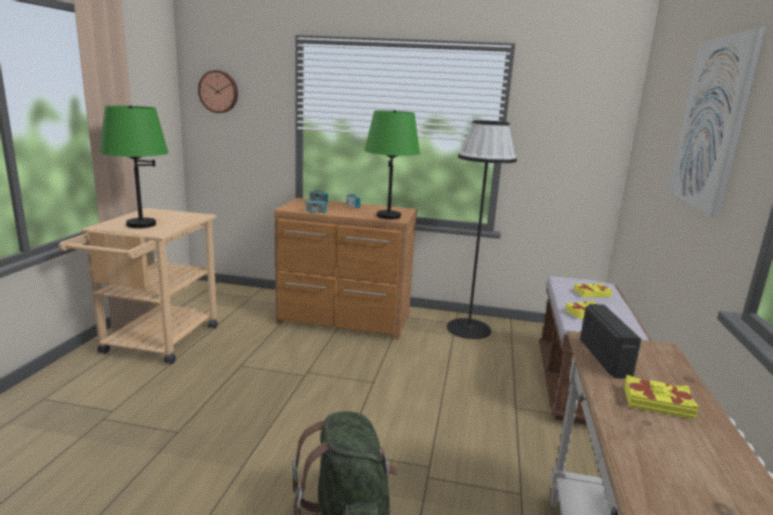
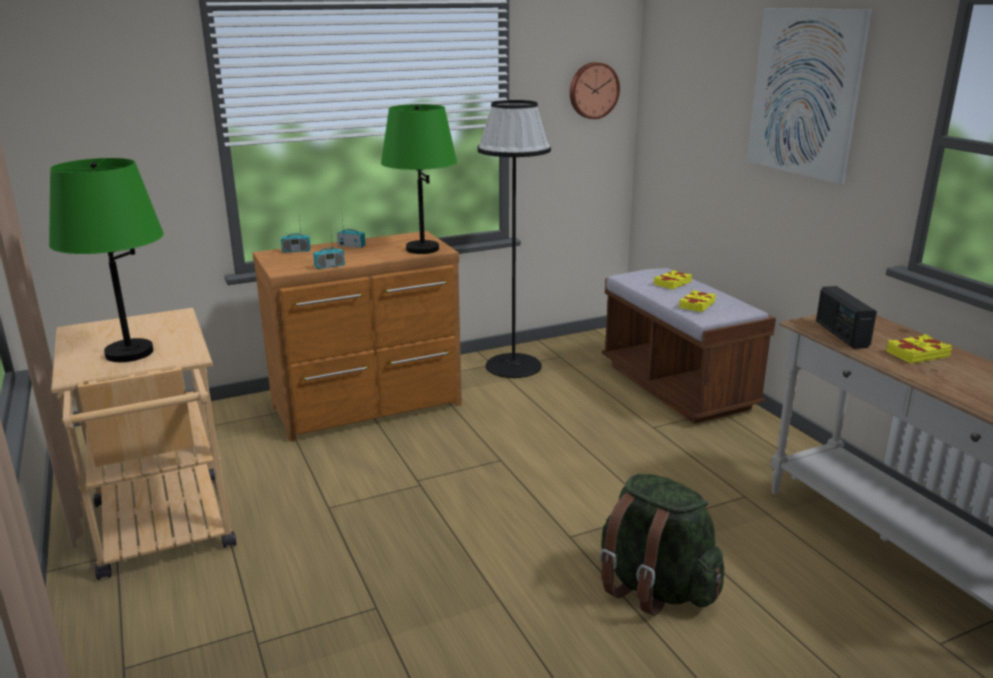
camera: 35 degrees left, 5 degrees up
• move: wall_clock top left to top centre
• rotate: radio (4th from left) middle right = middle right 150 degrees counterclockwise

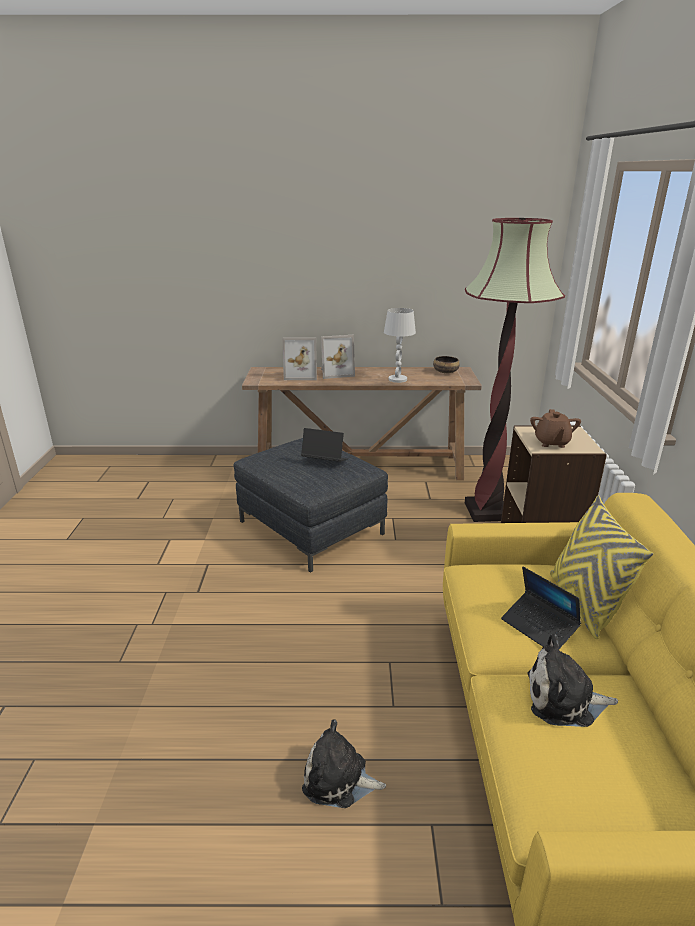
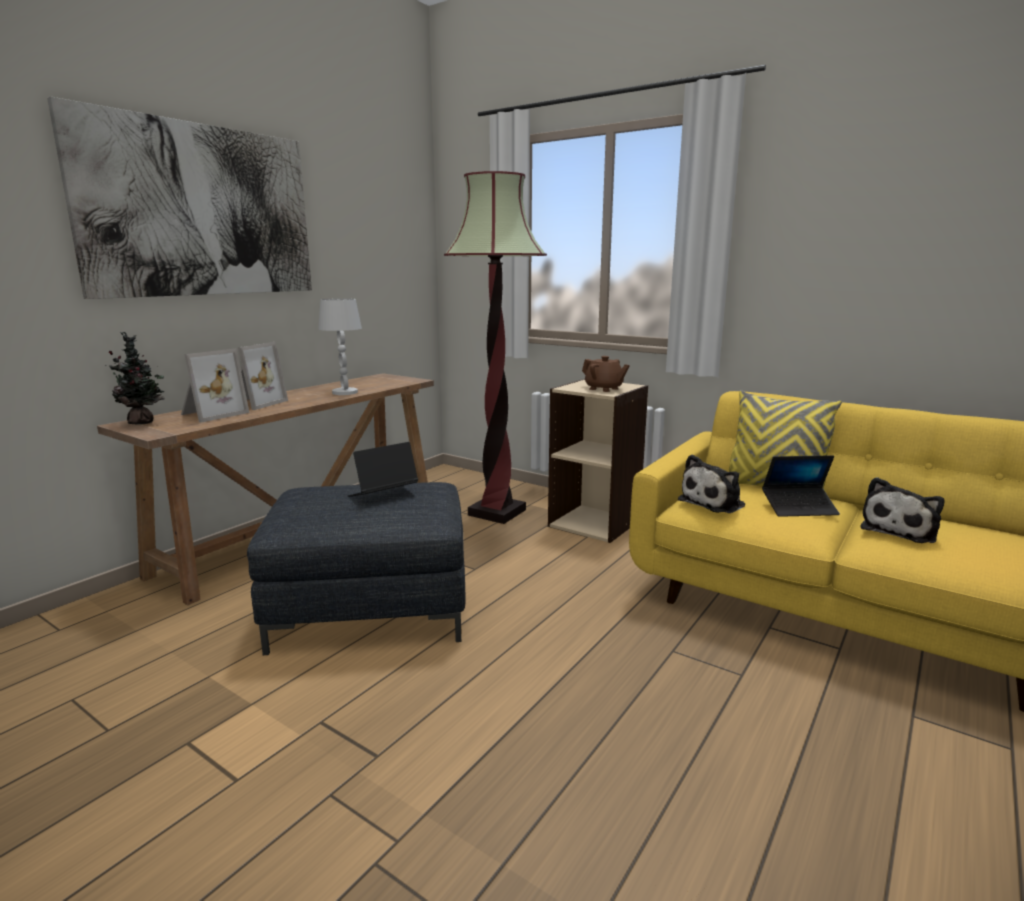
camera: 55 degrees left, 10 degrees down
• delete: bowl centre
• insert: picture top left
• insert: potted_plant middle left
• move: plush_toy (1st from left) bottom centre to middle right

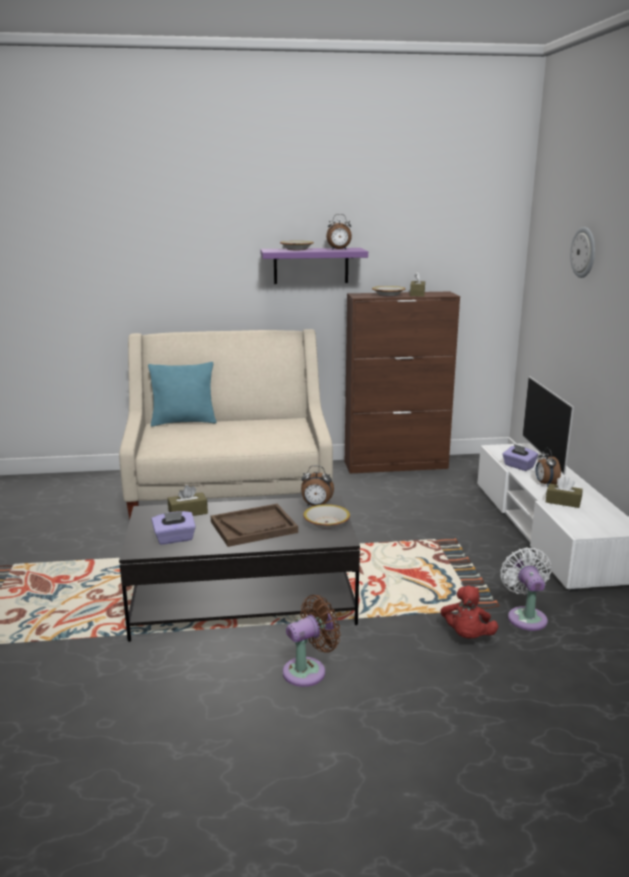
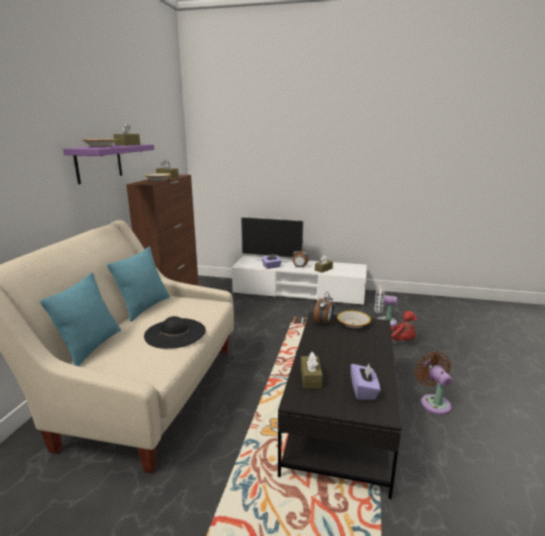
camera: 70 degrees left, 0 degrees up
• delete: brown_tray centre
• delete: wall_clock top right
• insert: turquoise_pillow (2nd from left) middle left
• insert: black_hat middle left
• replace: alarm_clock (2nd from left) top centre to brown_tissue_box (1st from left) top left

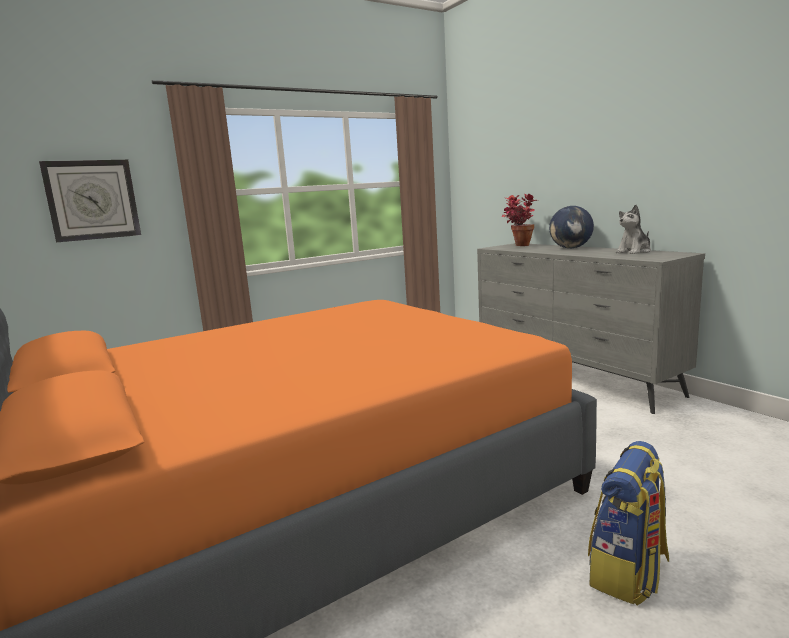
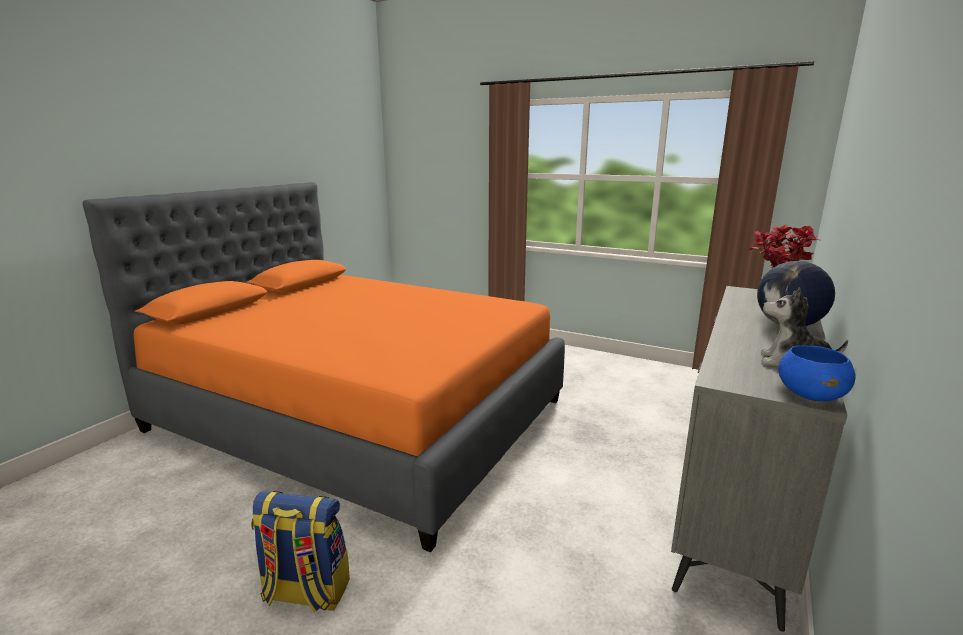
camera: 60 degrees right, 5 degrees up
• delete: wall_clock top left
• insert: blue_bowl middle right

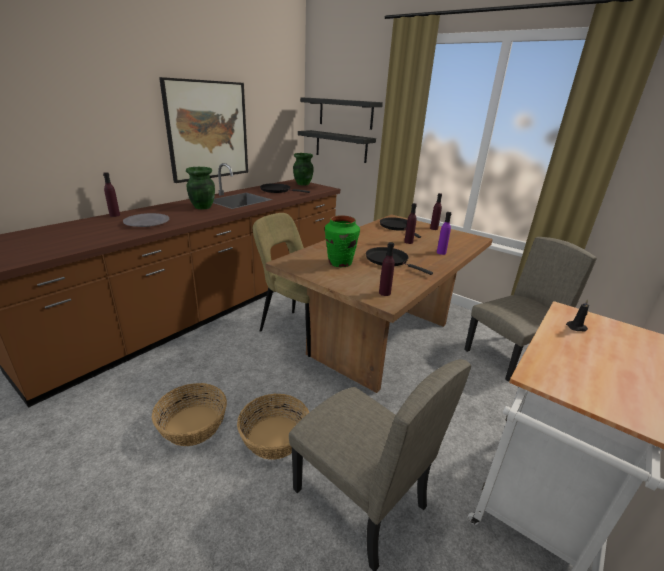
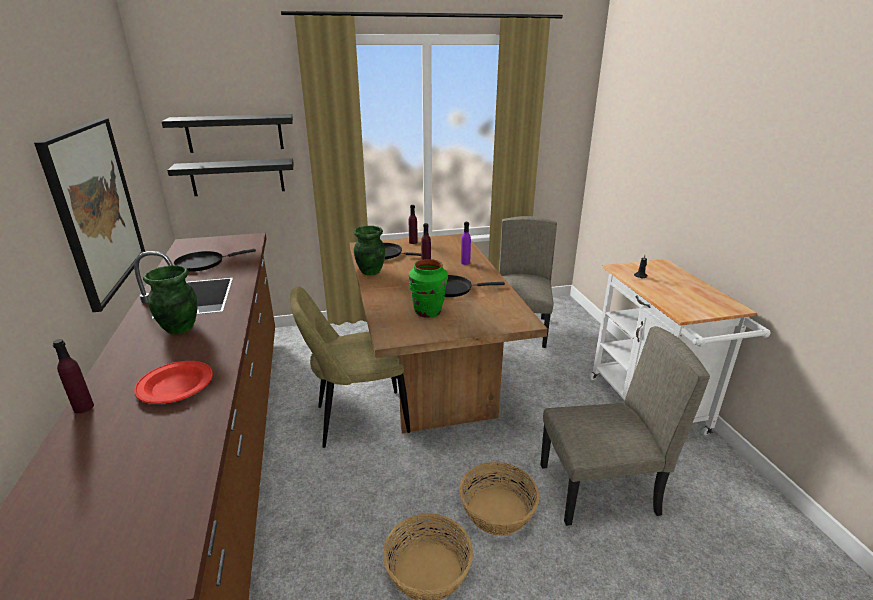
camera: 50 degrees left, 0 degrees up
• delete: purple_bottle (2nd from left) centre
• move: green_vase (2nd from left) top centre to centre
• recolor: grey_plate middle left to red_plate middle left

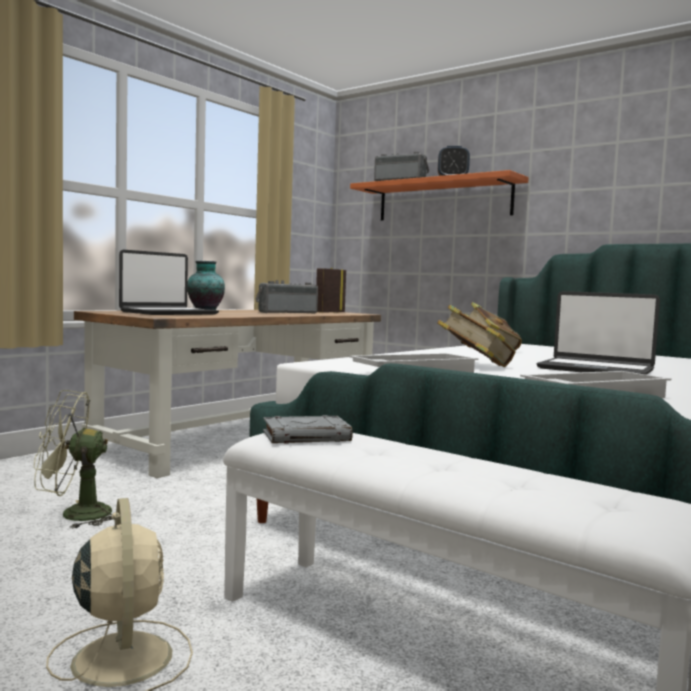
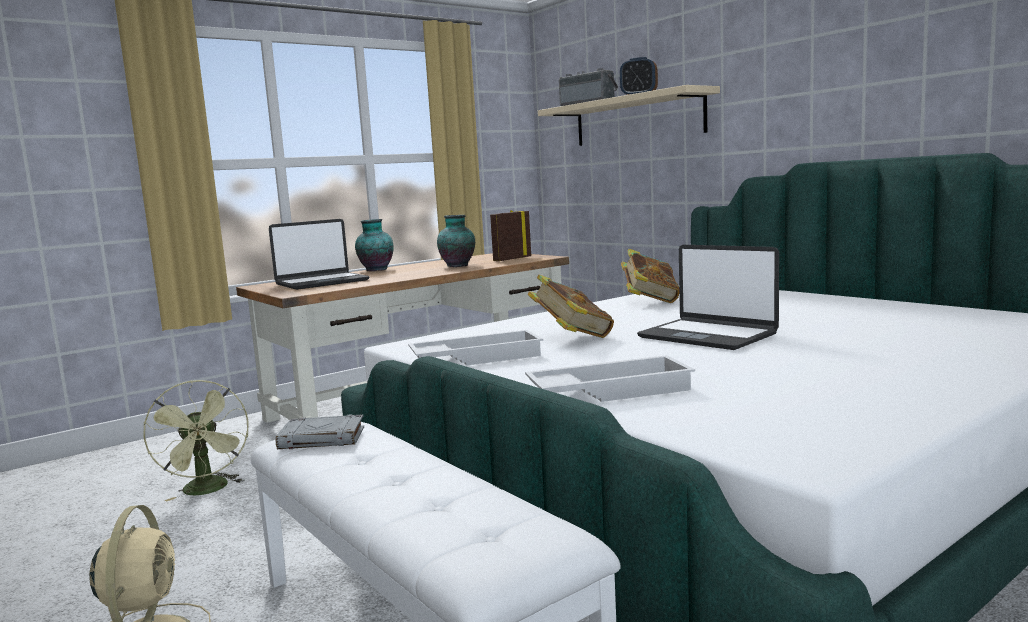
camera: 15 degrees right, 5 degrees up
• replace: radio (1st from left) centre to vase (2nd from left) centre
• recolor: orange_shelf top centre to beige_shelf top centre
• rotate: green_fan middle left = bottom left 120 degrees counterclockwise

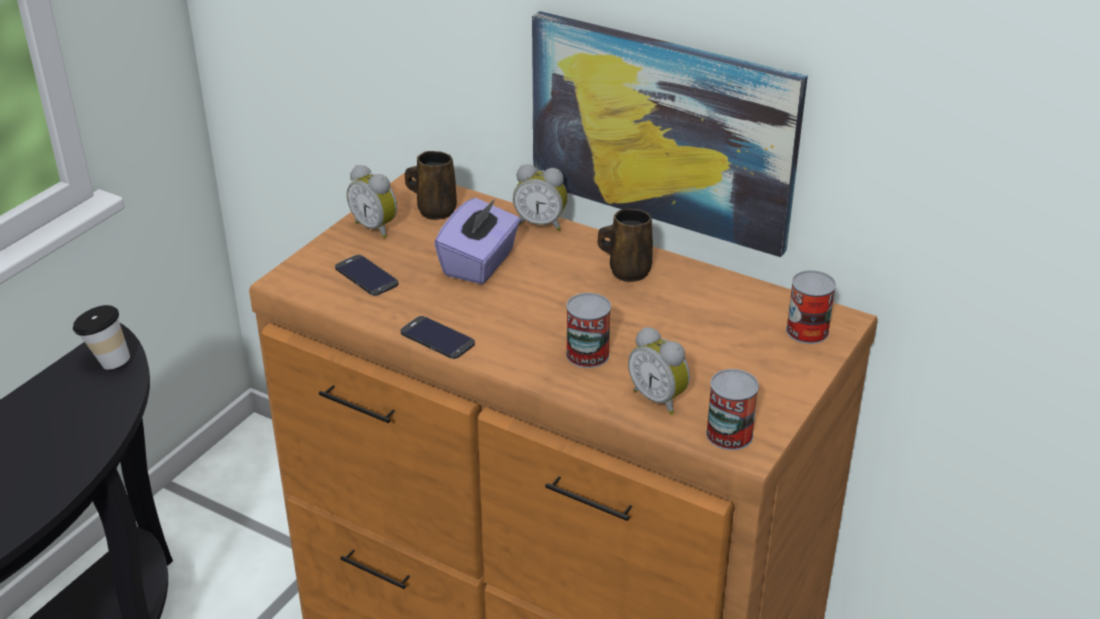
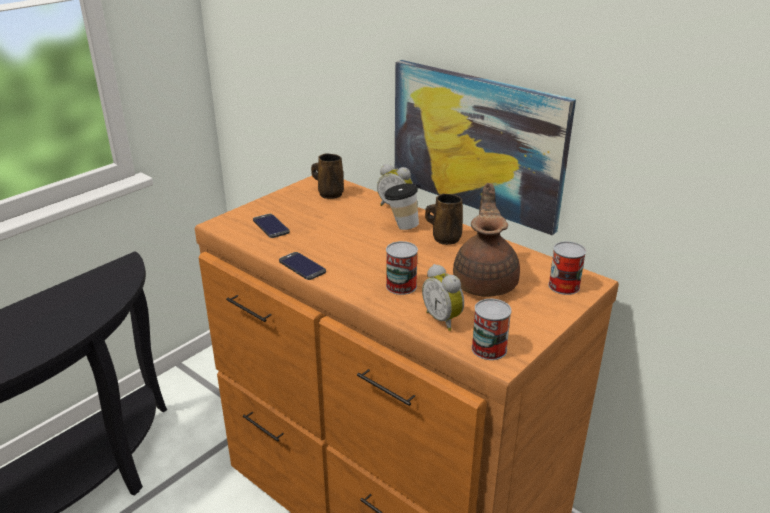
camera: 10 degrees right, 5 degrees down
• delete: alarm_clock (1st from left) top centre
• delete: purple_tissue_box centre
• insert: brown_teapot centre
• move: cup middle left to centre

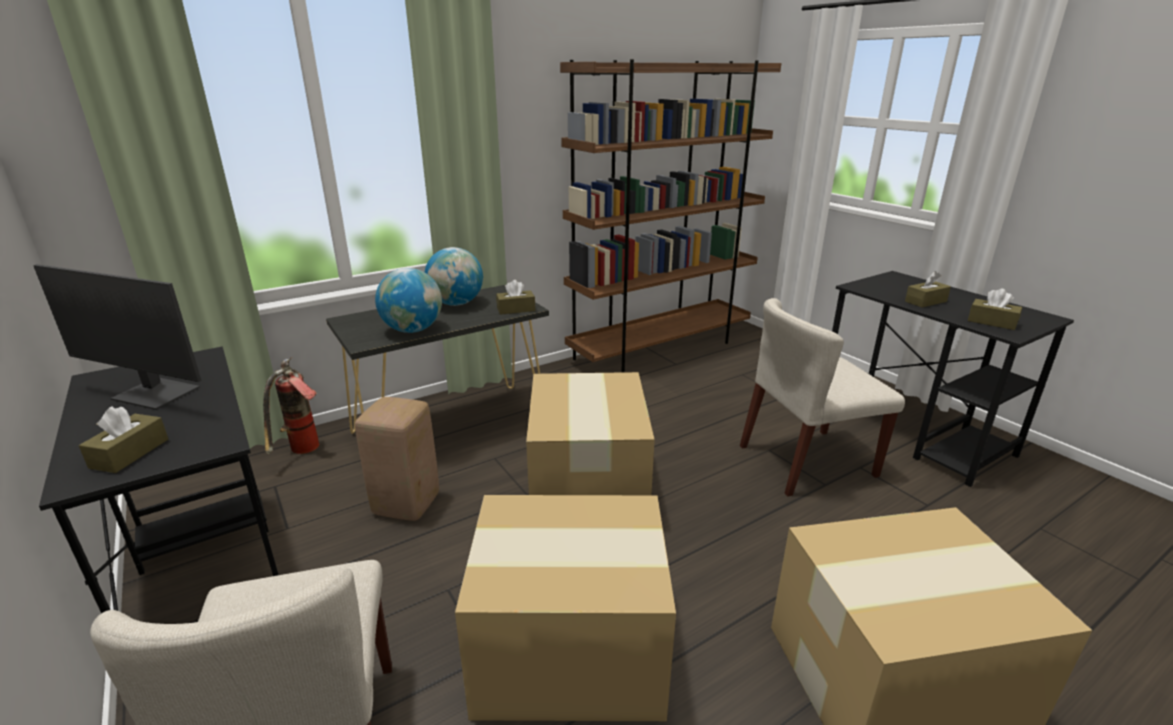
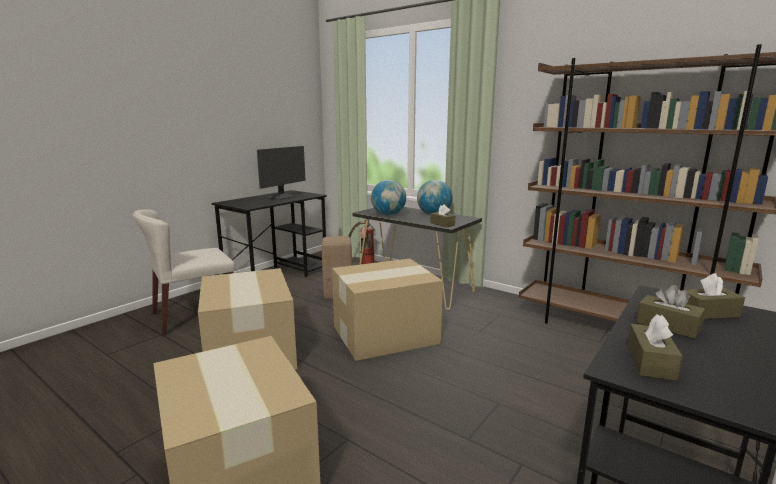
camera: 70 degrees right, 10 degrees down
• delete: beige_chair (2nd from left) middle right
• move: brown_tissue_box (1st from left in the first image) middle left to brown_tissue_box (4th from left) middle right
• rotate: monitor middle left = centre 150 degrees counterclockwise

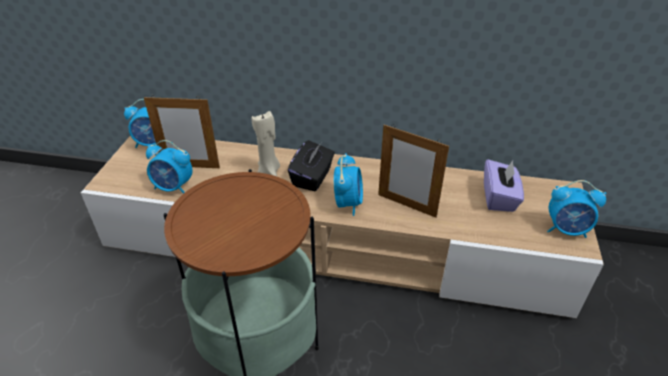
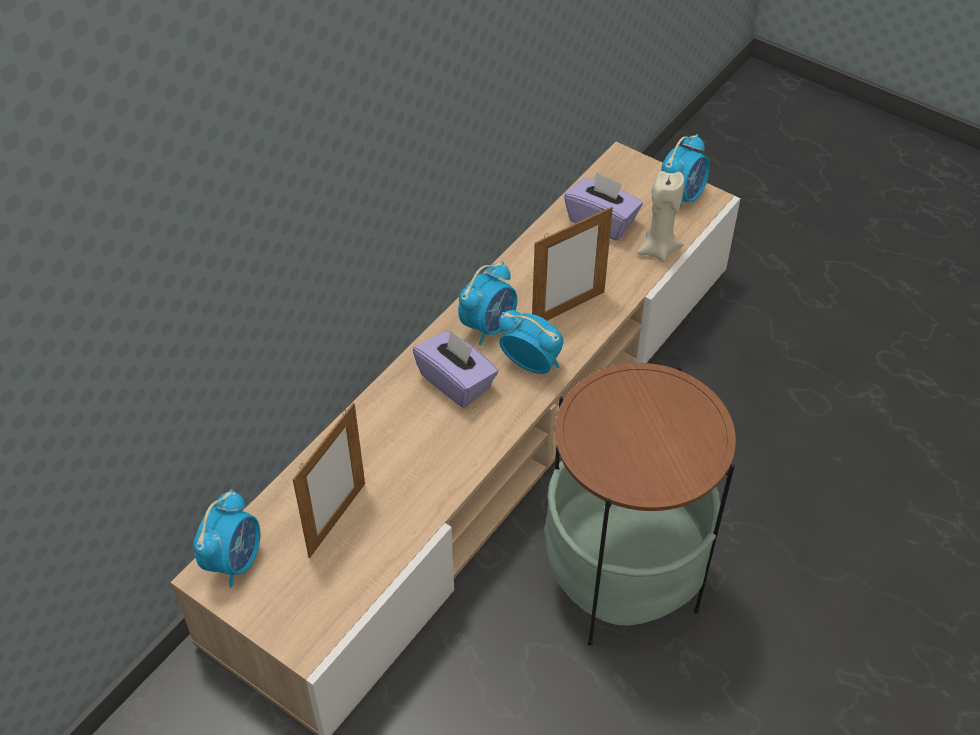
camera: 65 degrees left, 10 degrees up
• move: alarm_clock (2nd from left) middle left to centre
• move: beige_candle centre to top right
• recolor: black_tissue_box centre to purple_tissue_box (1st from left) centre

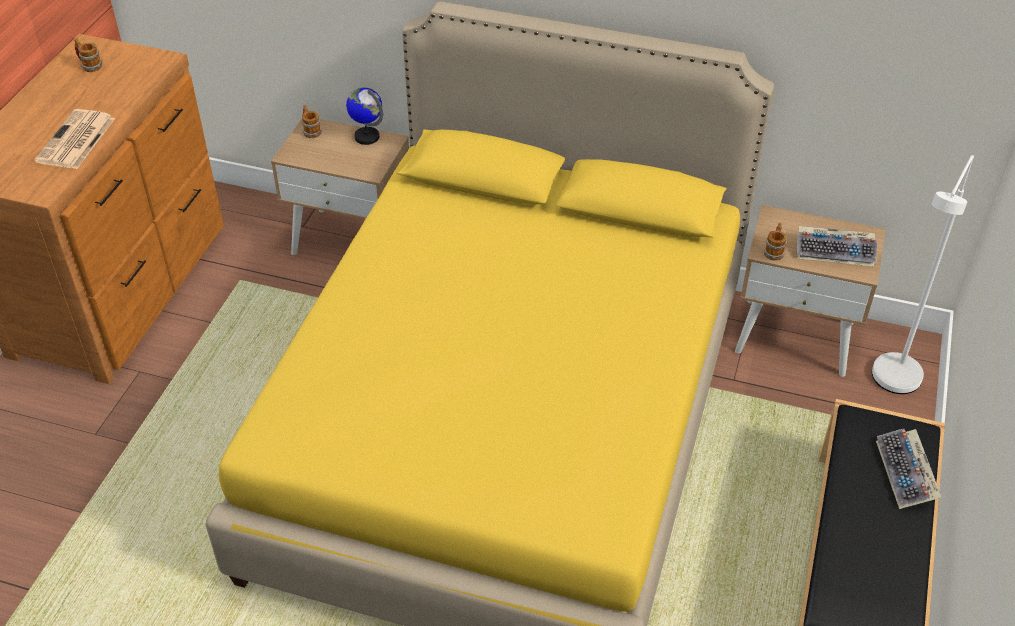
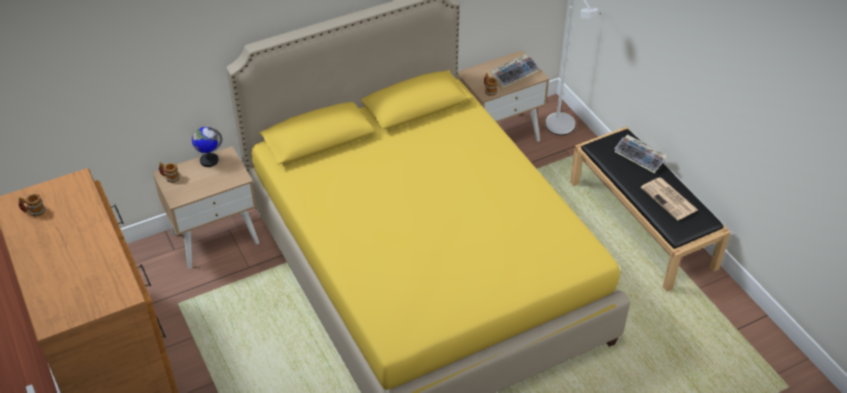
camera: 45 degrees left, 0 degrees up
• move: newspaper top left to middle right

